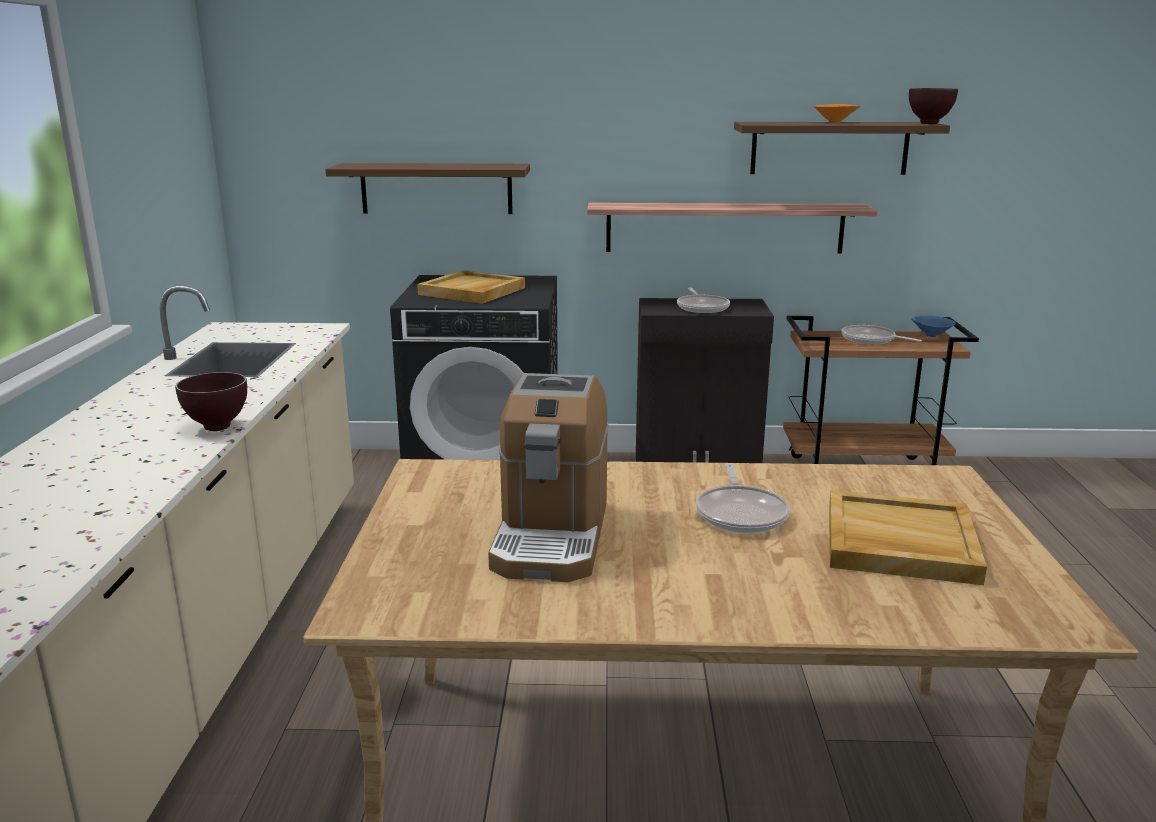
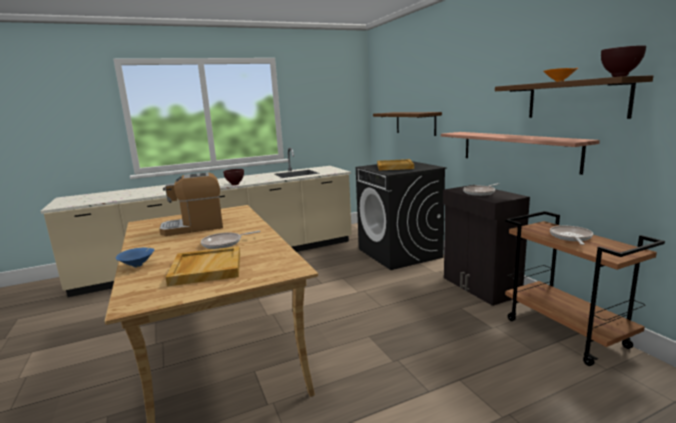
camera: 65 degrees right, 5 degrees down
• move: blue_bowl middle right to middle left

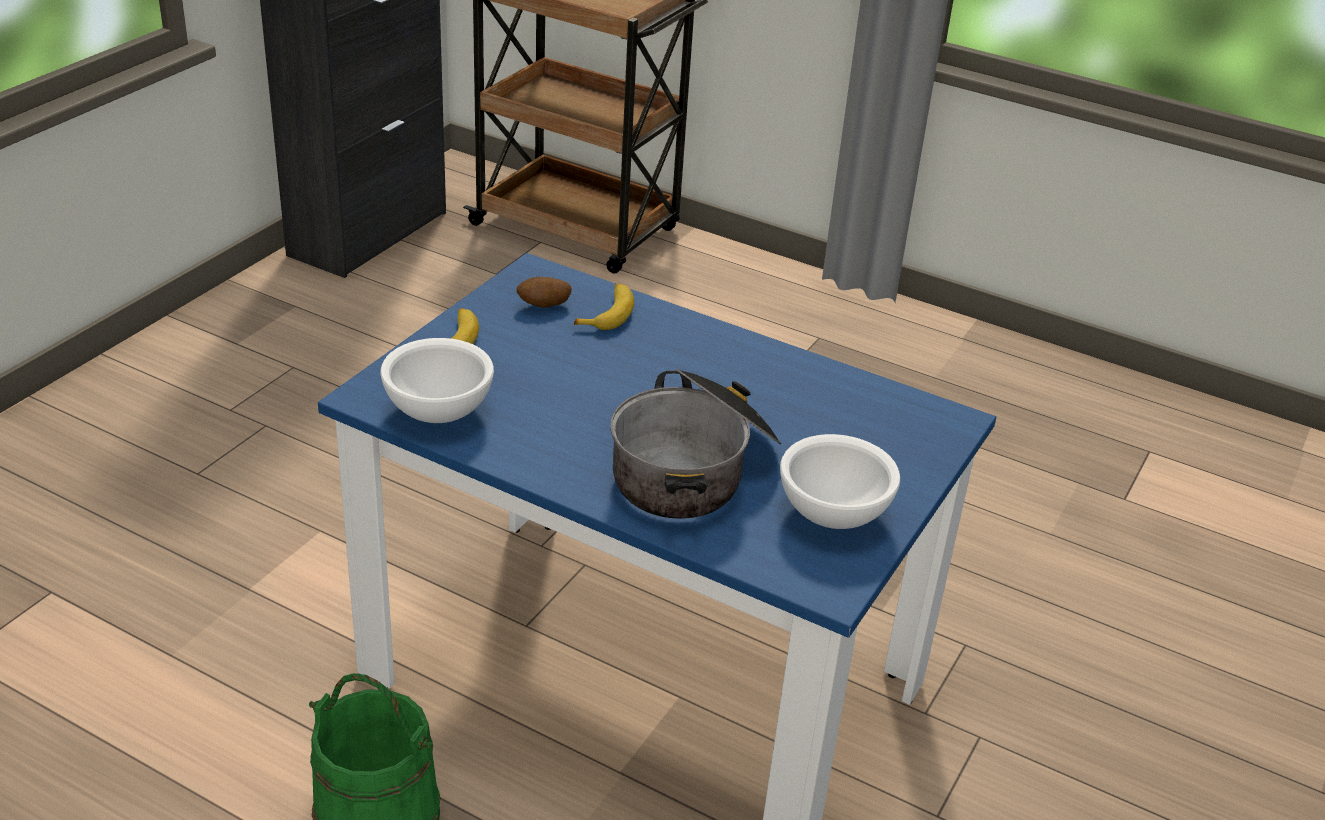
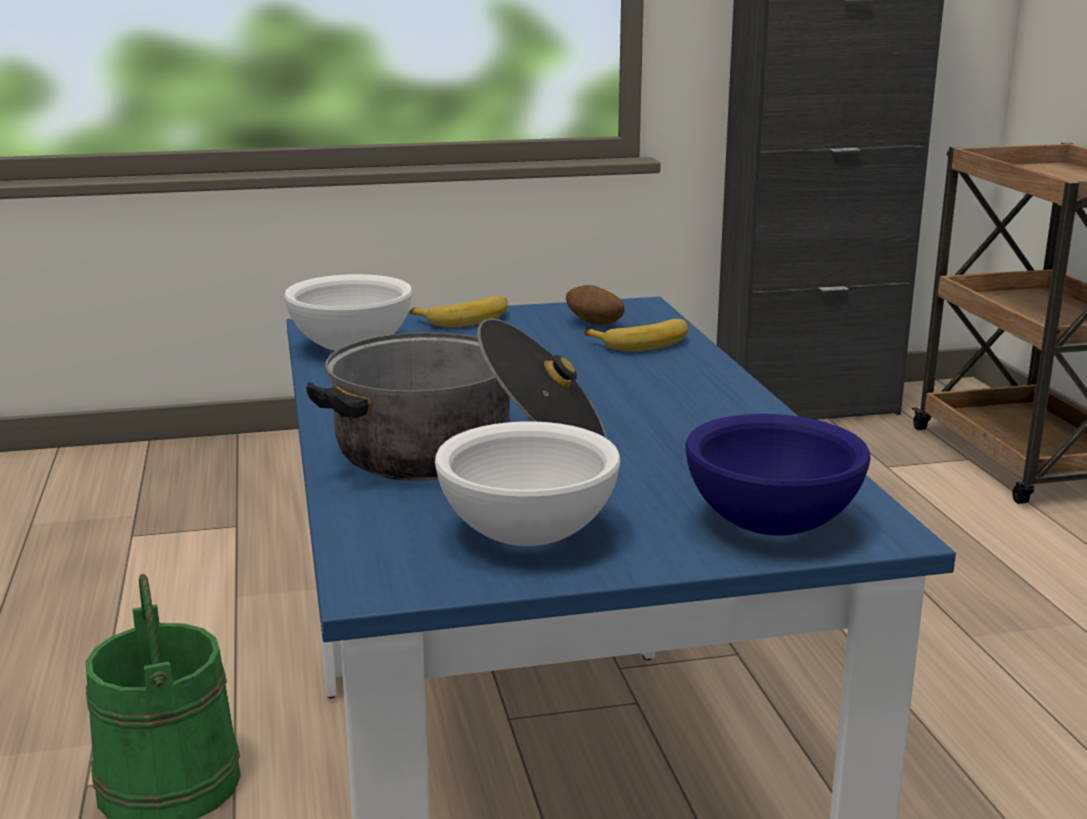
camera: 50 degrees right, 15 degrees down
• insert: blue_bowl middle right

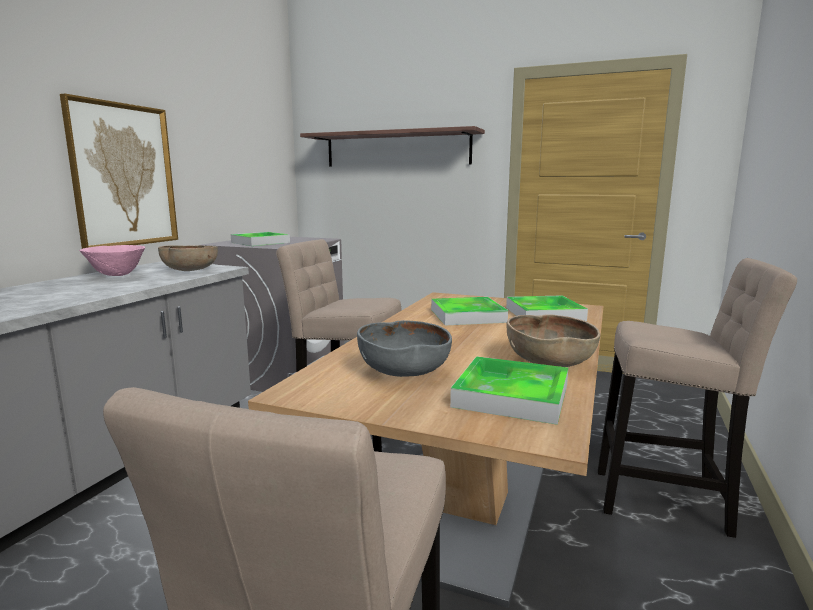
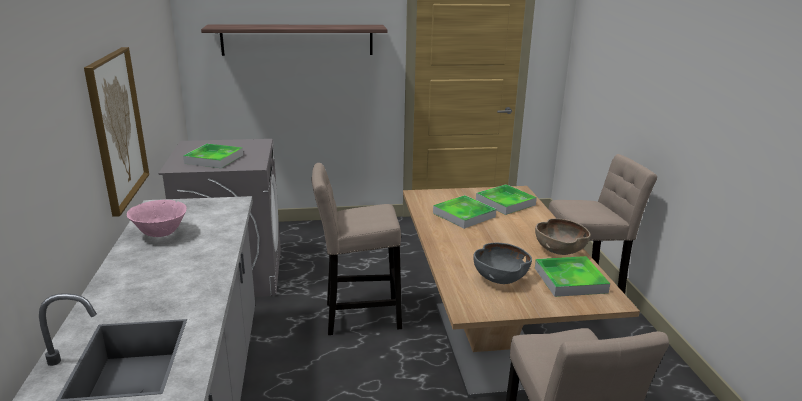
camera: 30 degrees left, 10 degrees up
• delete: brown_bowl (1st from left) middle left

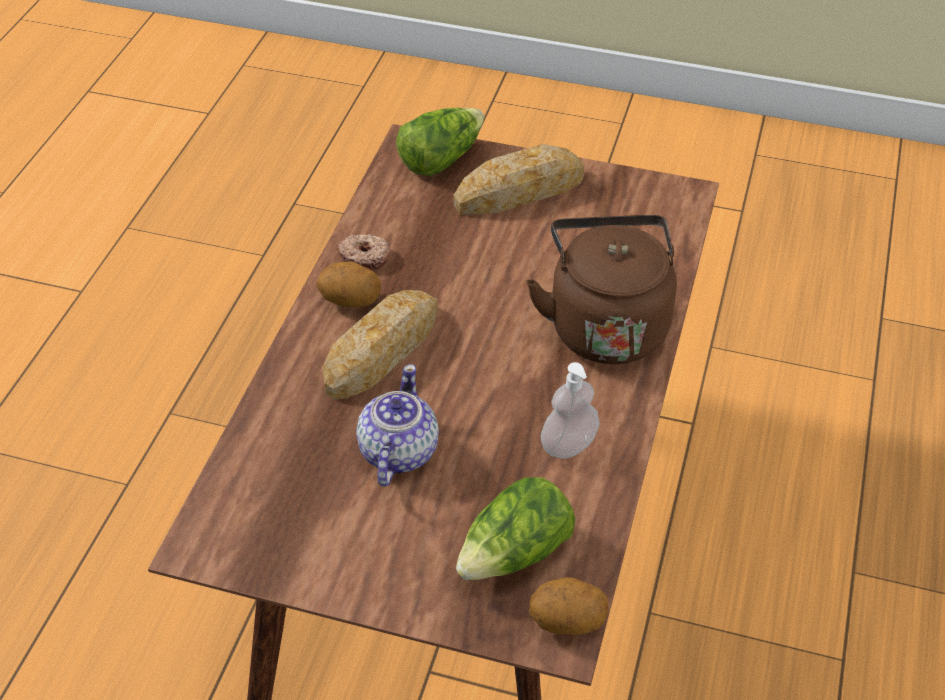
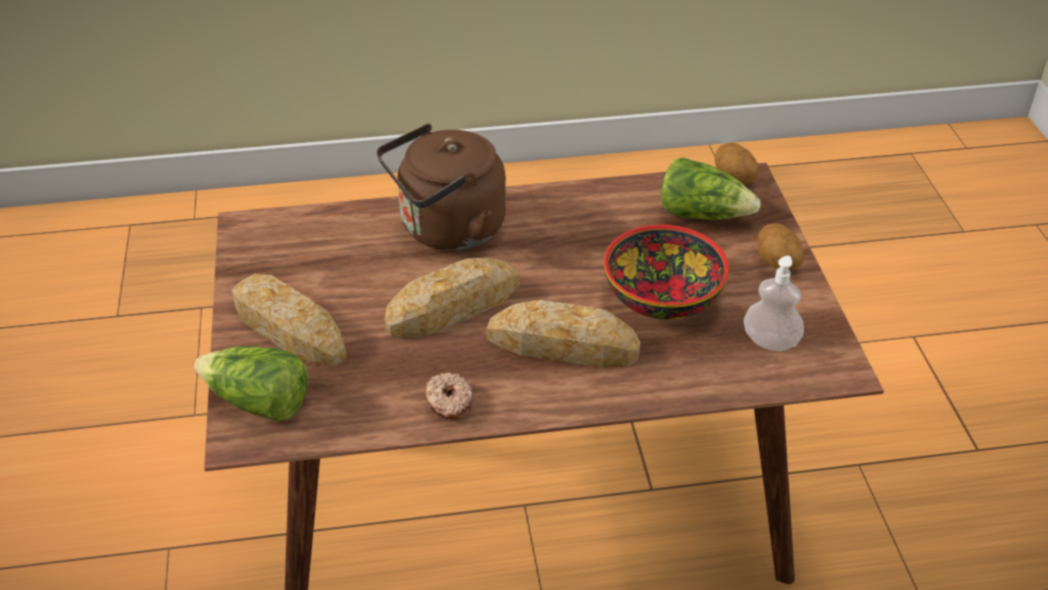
camera: 115 degrees left, 5 degrees down
• insert: bread (2nd from left) centre
• move: potato (1st from left in the first image) centre to potato (2nd from left) middle right
• move: soap_dispenser centre to middle right
• replace: teapot centre to bowl centre

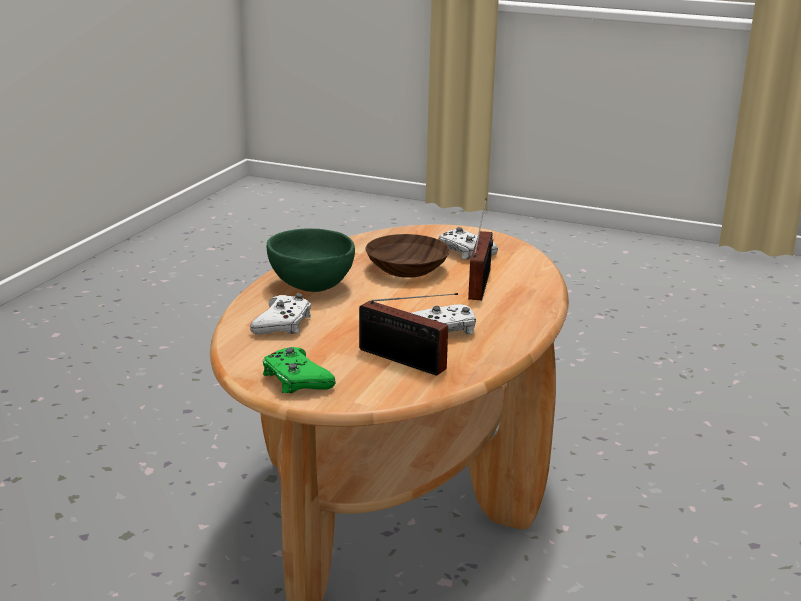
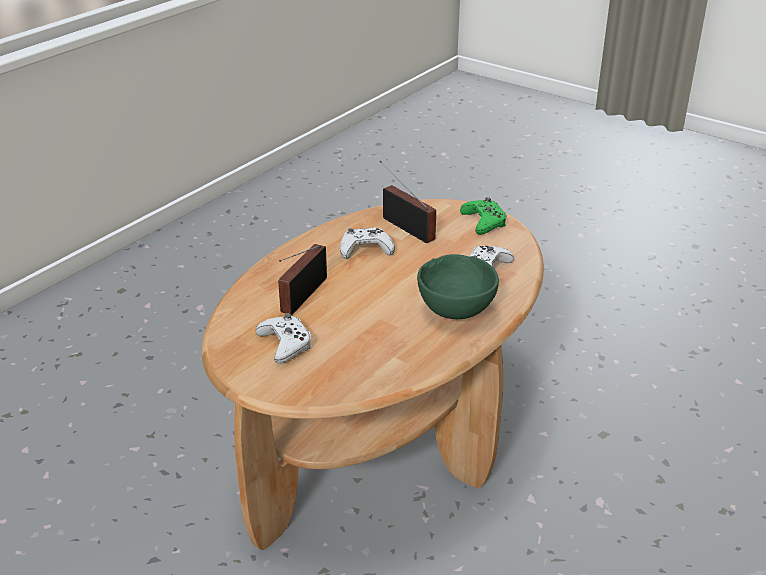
camera: 165 degrees left, 10 degrees up
• delete: brown_bowl centre

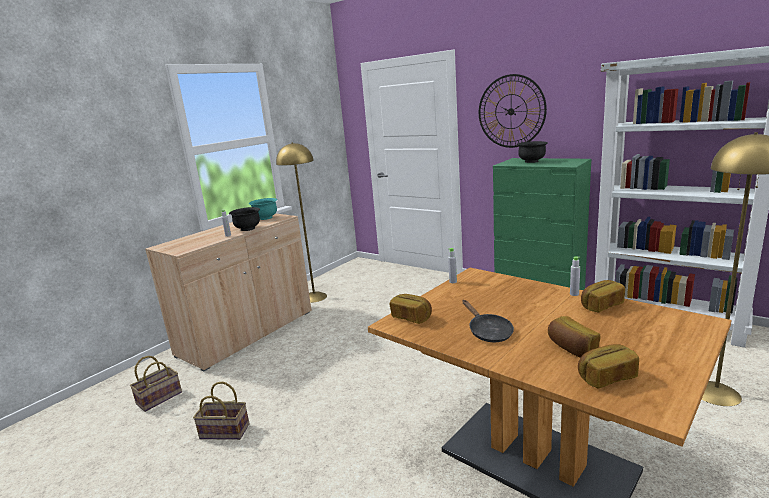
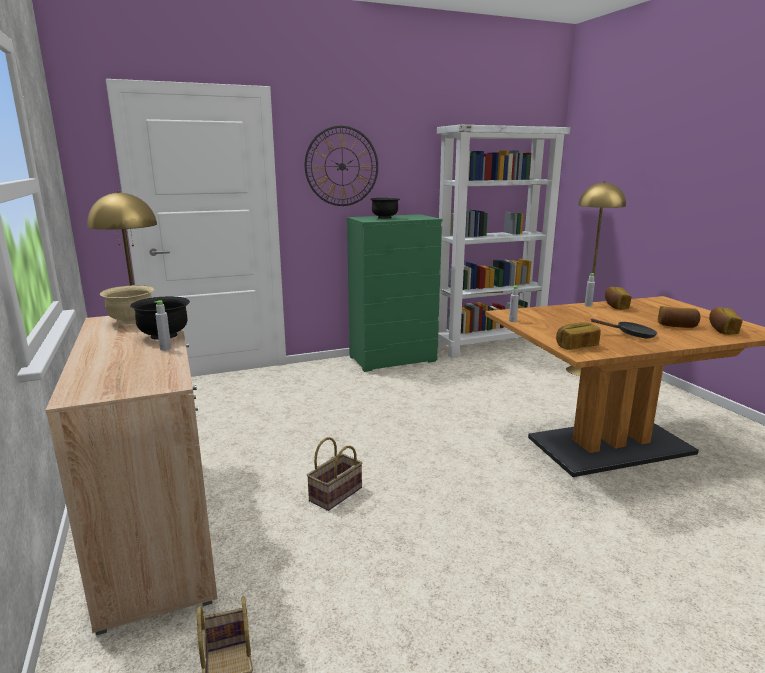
camera: 60 degrees left, 0 degrees up
• move: basket (2nd from left) bottom left to bottom centre
• recolor: turquoise_bowl centre to beige_bowl middle left

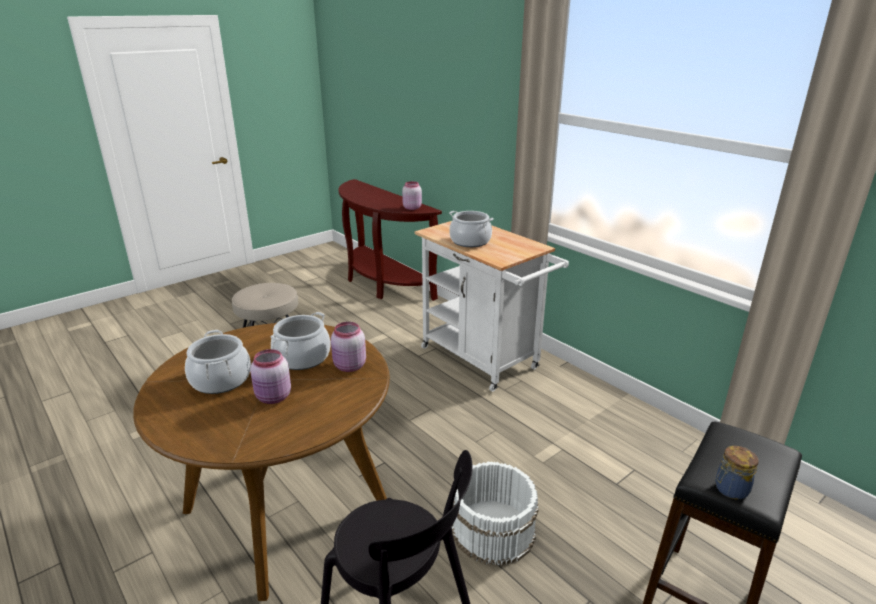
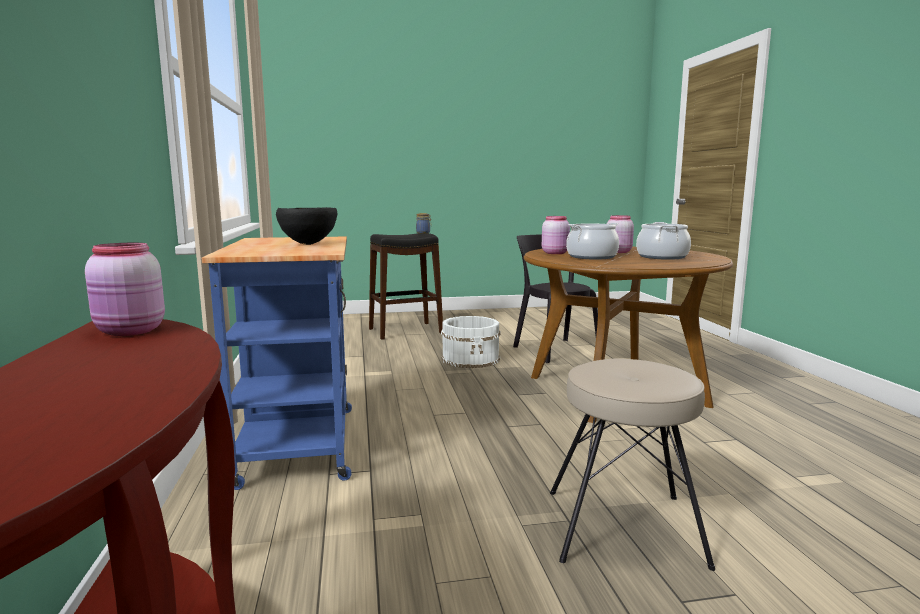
camera: 150 degrees left, 15 degrees down
• replace: cooking_pot (3rd from left) centre to black_bowl middle left
• recolor: white_cart centre to blue_cart middle left

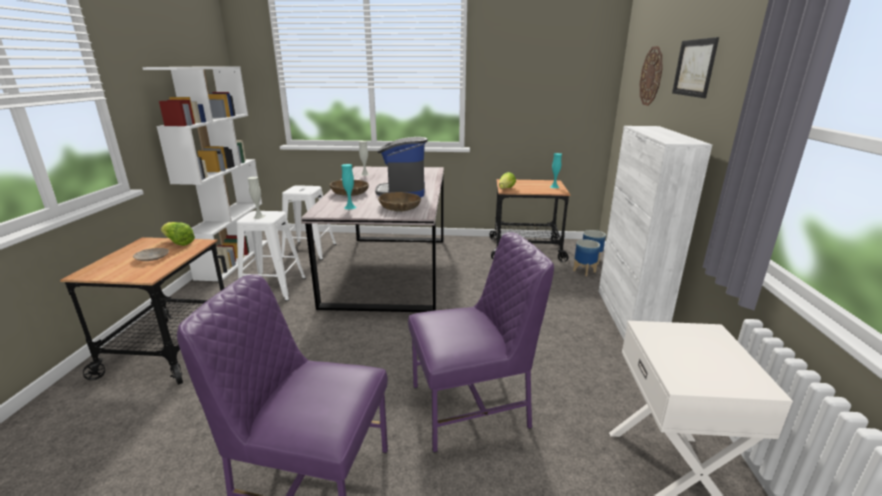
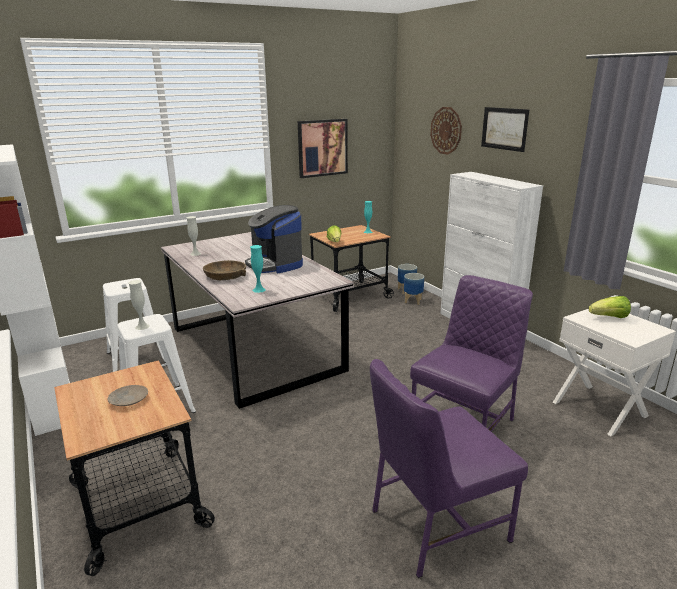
camera: 35 degrees left, 0 degrees up
• delete: brown_bowl (2nd from left) centre
• insert: picture (1st from left) top centre
• move: lettuce (1st from left in the first image) middle left to lettuce (2nd from left) middle right

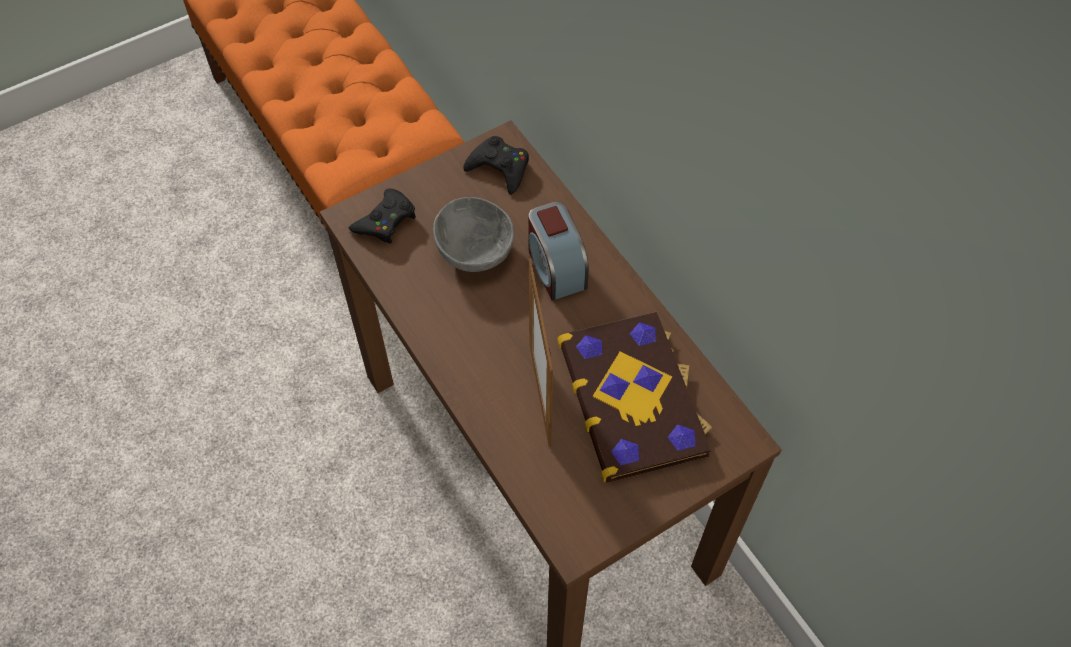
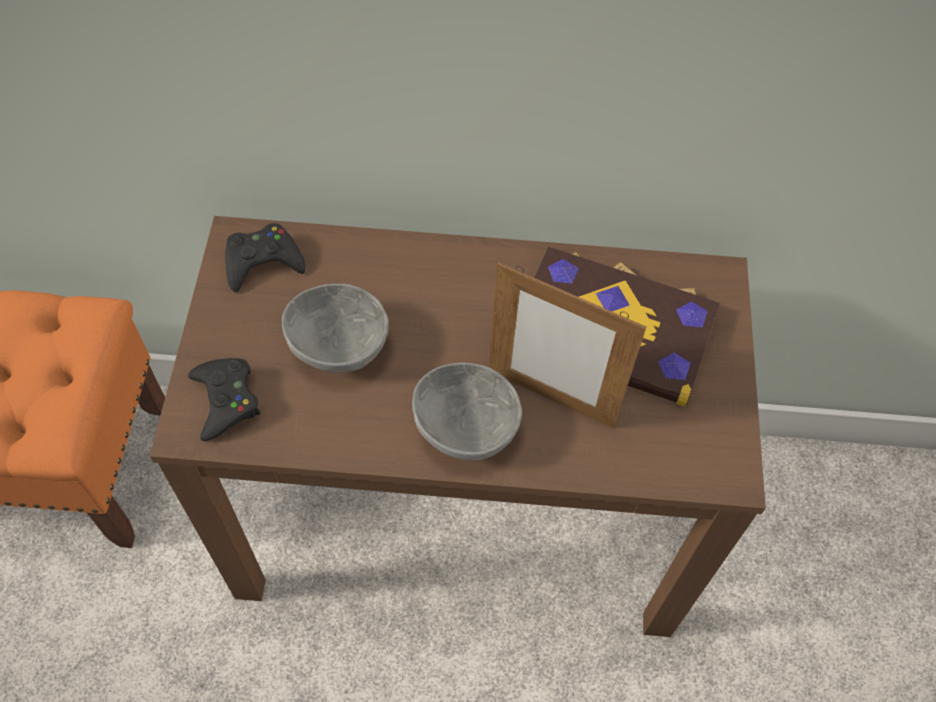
camera: 55 degrees left, 0 degrees up
• delete: alarm_clock centre
• insert: grey_bowl (2nd from left) centre

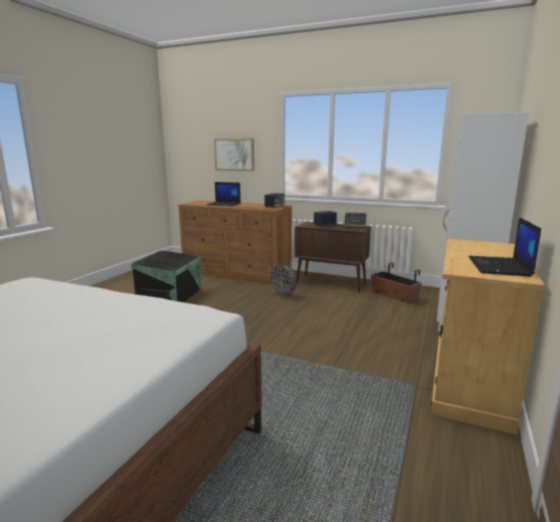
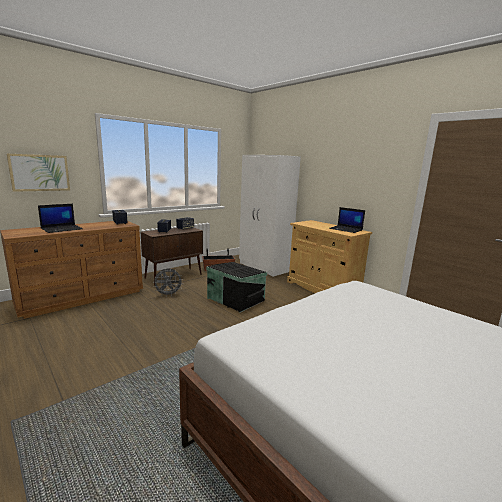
camera: 65 degrees left, 0 degrees up
• move: black_storage_box middle left to centre

